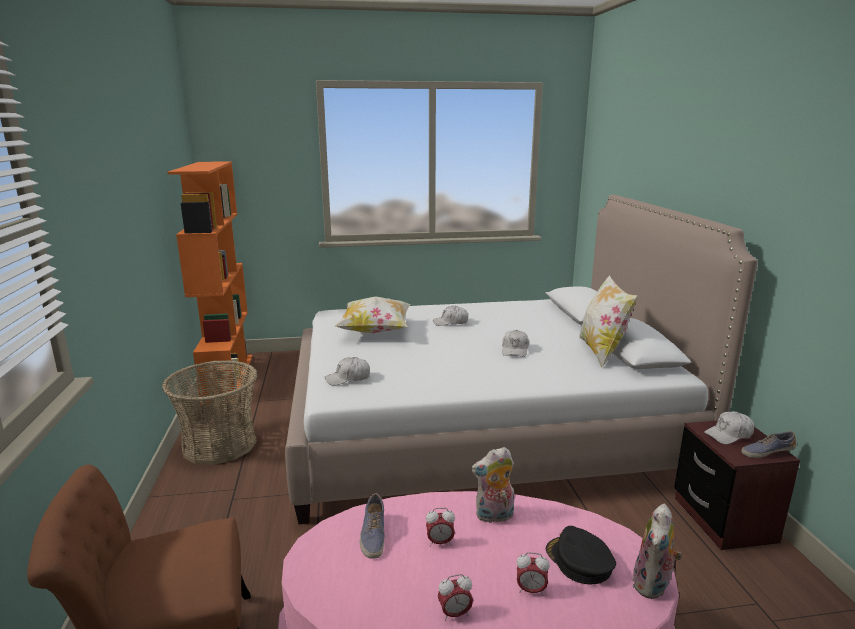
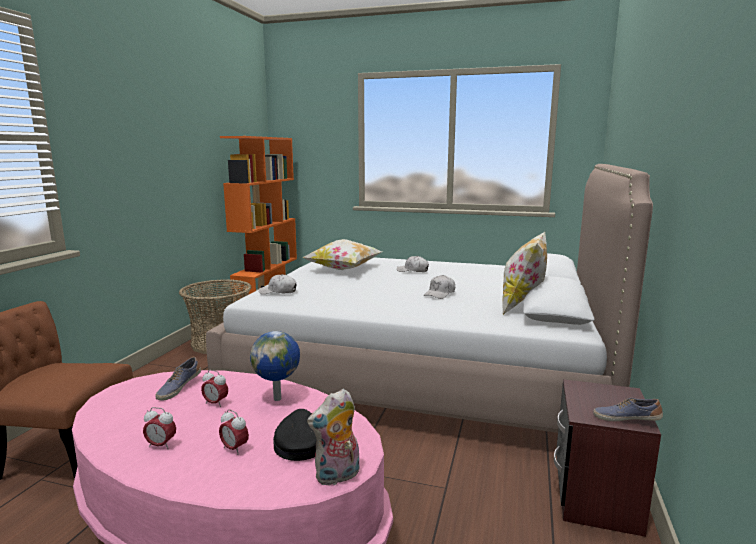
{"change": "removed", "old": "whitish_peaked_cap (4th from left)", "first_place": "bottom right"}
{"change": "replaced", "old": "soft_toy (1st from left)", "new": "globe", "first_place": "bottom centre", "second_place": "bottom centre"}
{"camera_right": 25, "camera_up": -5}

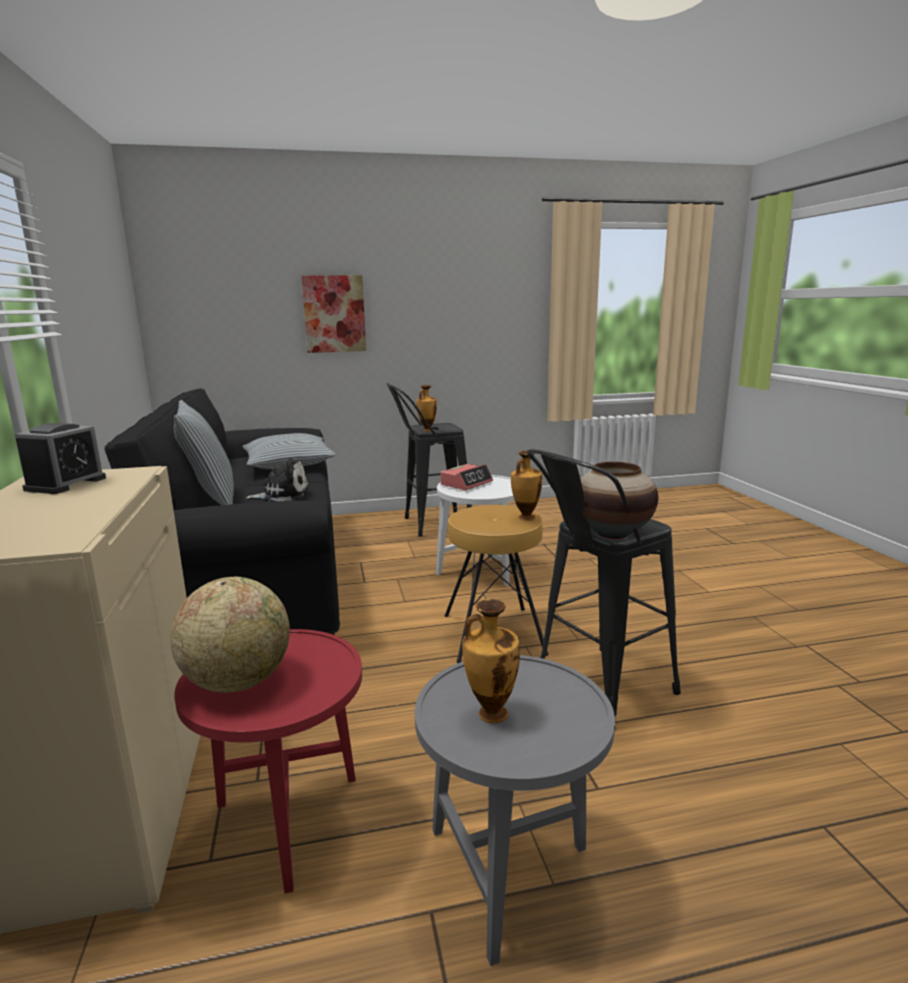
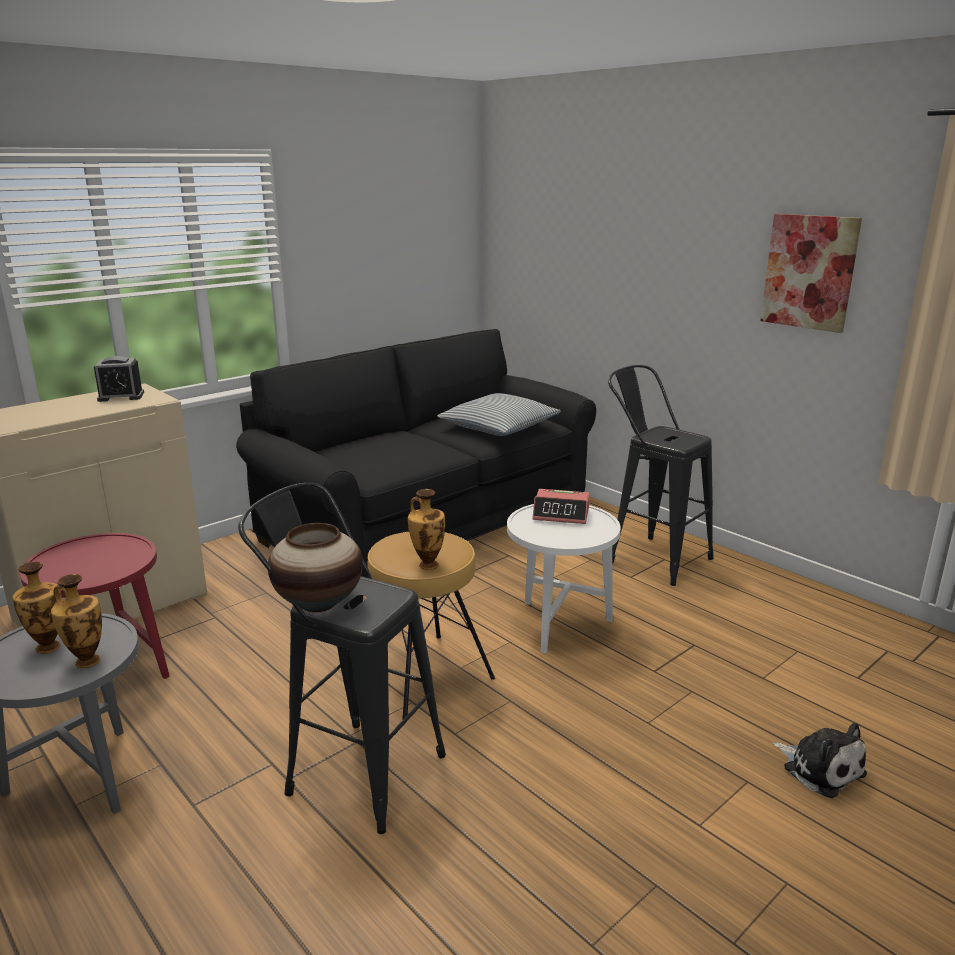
{"change": "moved", "old": "picture", "first_place": "top centre", "second_place": "top right"}
{"change": "moved", "old": "decorative_vase (1st from left in the first image)", "new": "decorative_vase (2nd from left)", "first_place": "centre", "second_place": "middle left"}
{"change": "removed", "old": "cushion (1st from left)", "first_place": "middle left"}
{"change": "moved", "old": "soft_toy", "first_place": "middle left", "second_place": "bottom right"}
{"change": "removed", "old": "globe", "first_place": "middle left"}
{"camera_right": 60, "camera_up": 5}

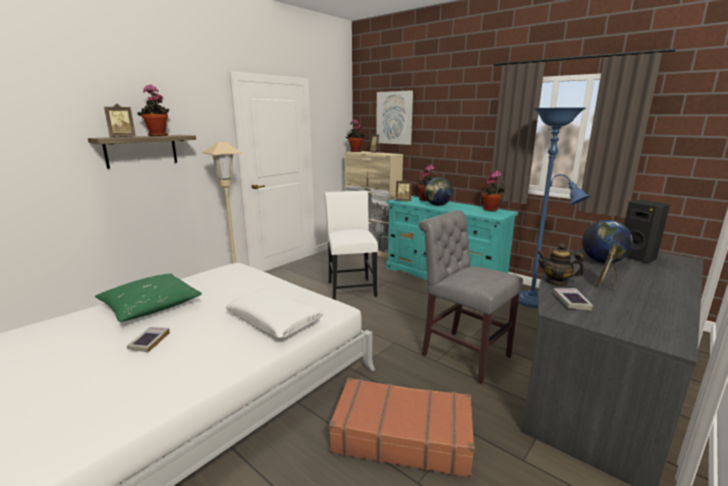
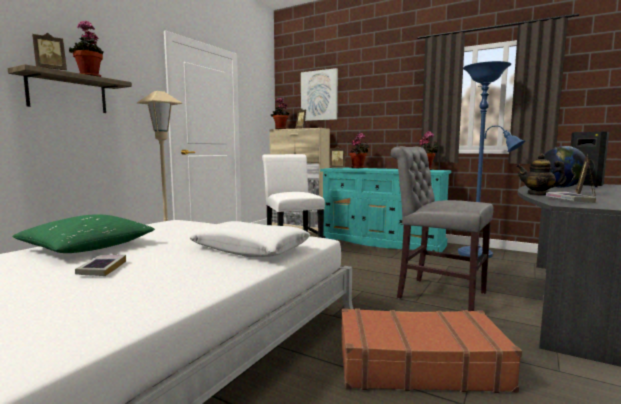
{"change": "removed", "old": "globe (1st from left)", "first_place": "centre"}
{"camera_right": -10, "camera_up": -10}

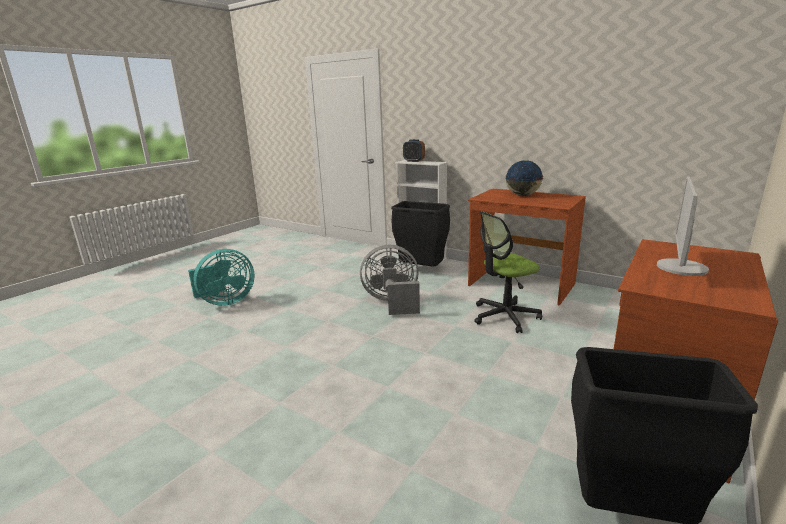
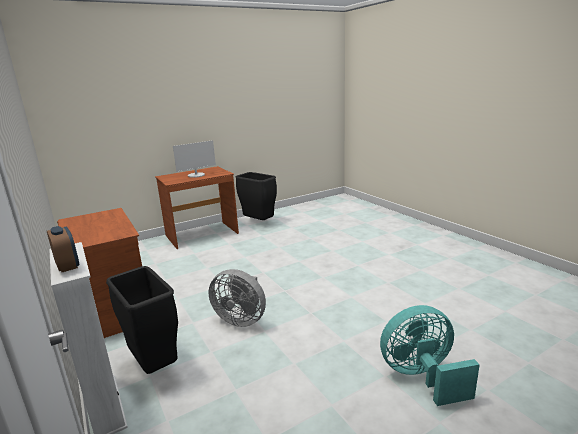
{"change": "removed", "old": "globe", "first_place": "middle right"}
{"change": "removed", "old": "computer_chair", "first_place": "centre"}
{"camera_right": -155, "camera_up": 0}

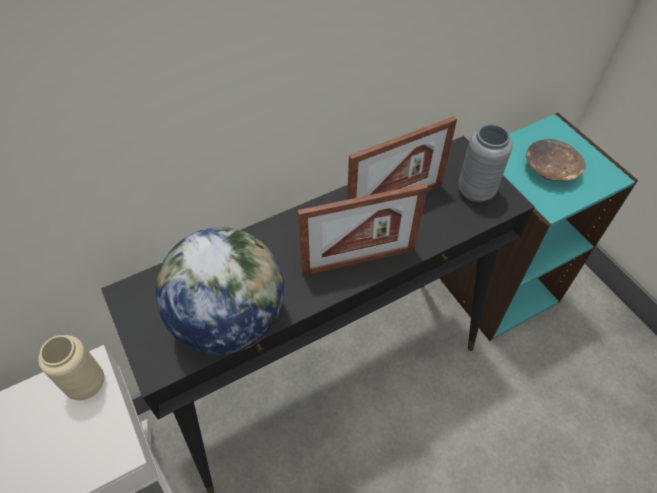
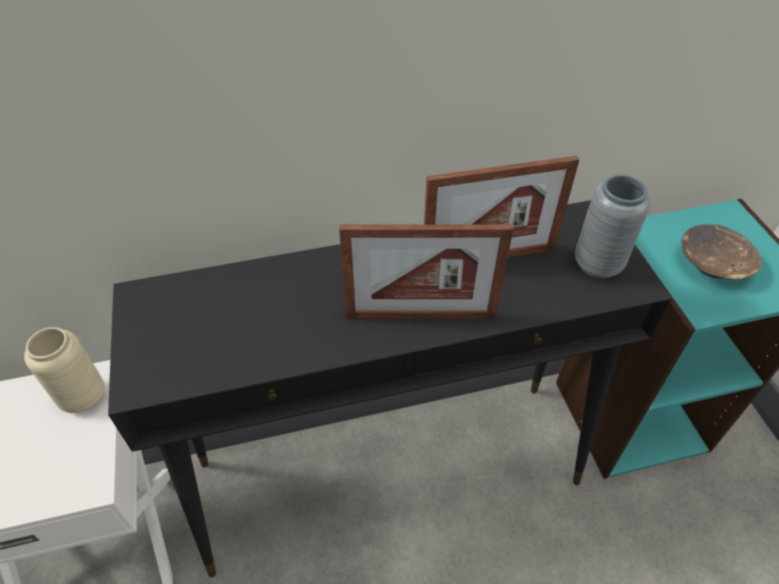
{"change": "removed", "old": "globe", "first_place": "centre"}
{"camera_right": 15, "camera_up": -5}

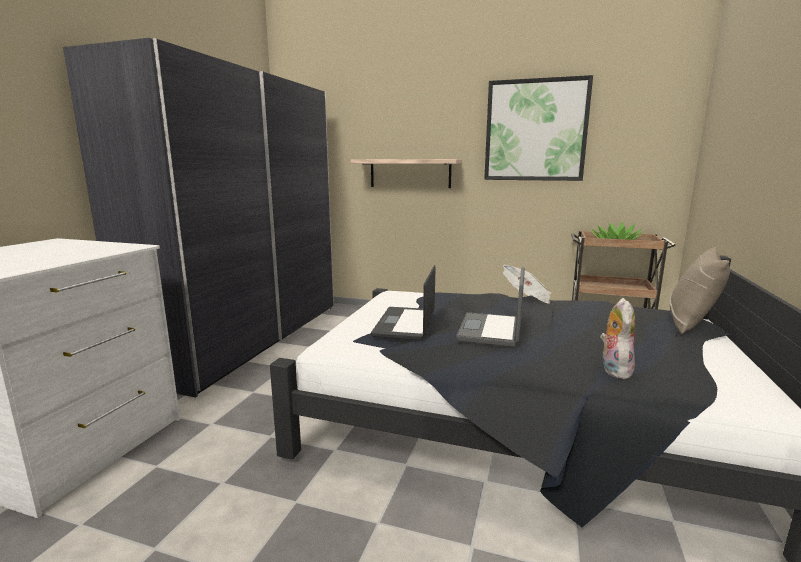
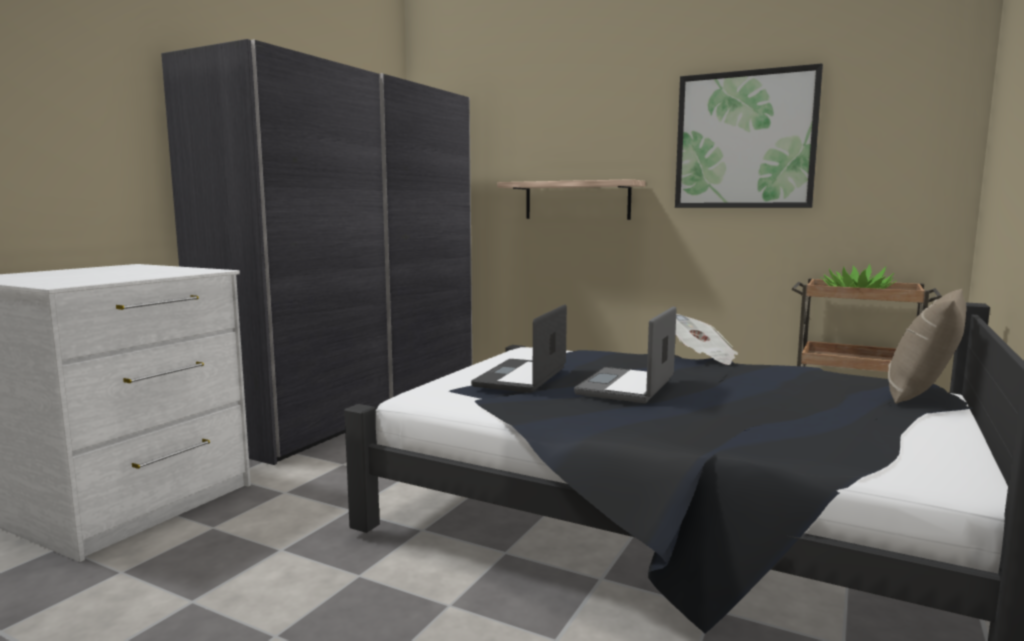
{"change": "removed", "old": "soft_toy", "first_place": "middle right"}
{"camera_right": 10, "camera_up": -5}

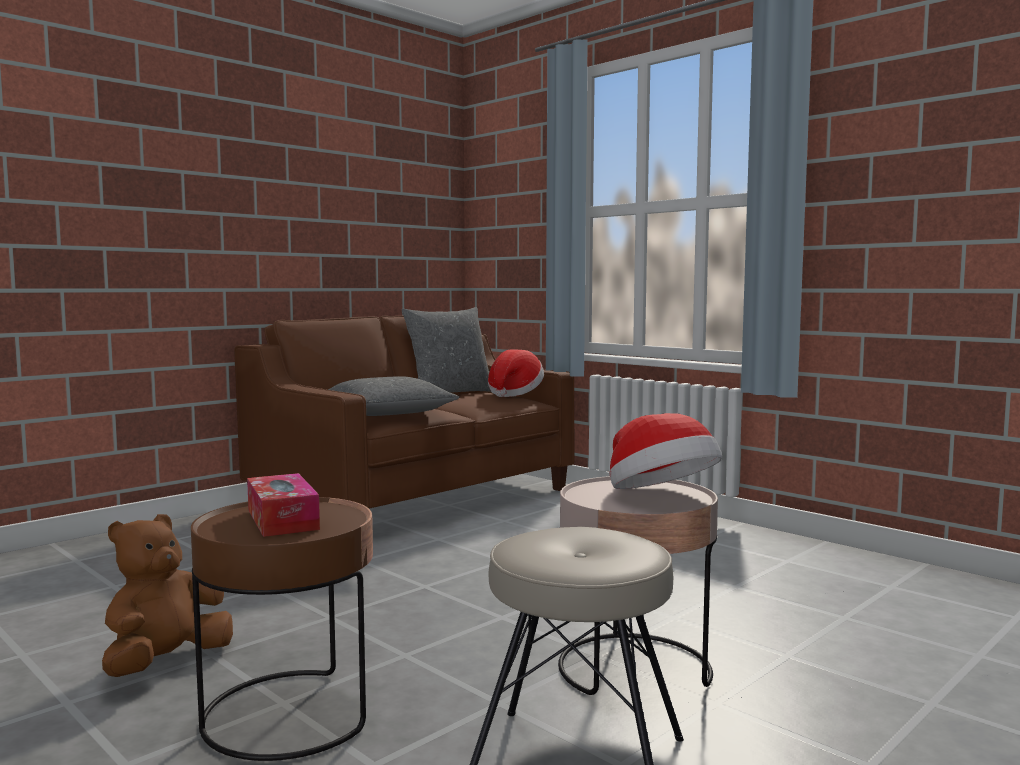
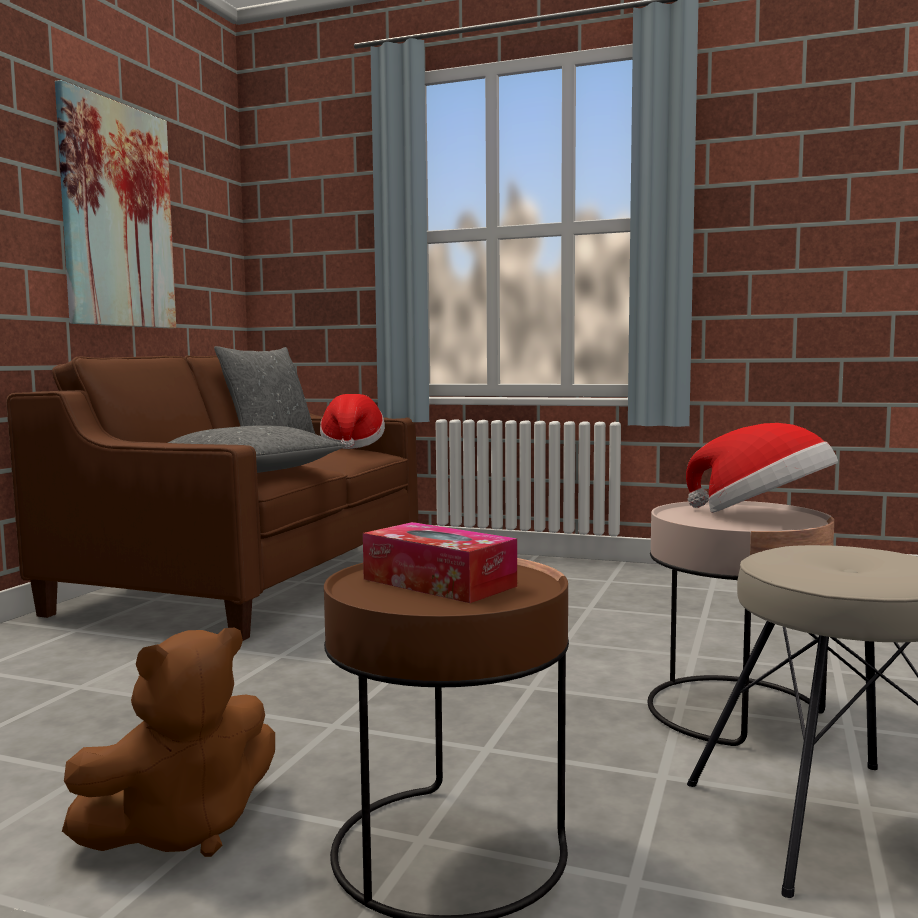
{"change": "turned", "old": "brown-coloured_soft_toy", "first_place": "bottom left", "second_place": "bottom left", "degrees": -135}
{"change": "added", "new": "picture", "second_place": "top left"}
{"camera_right": -25, "camera_up": 0}

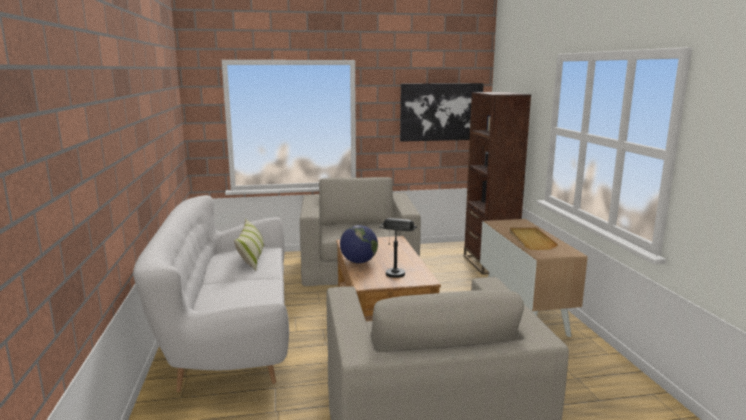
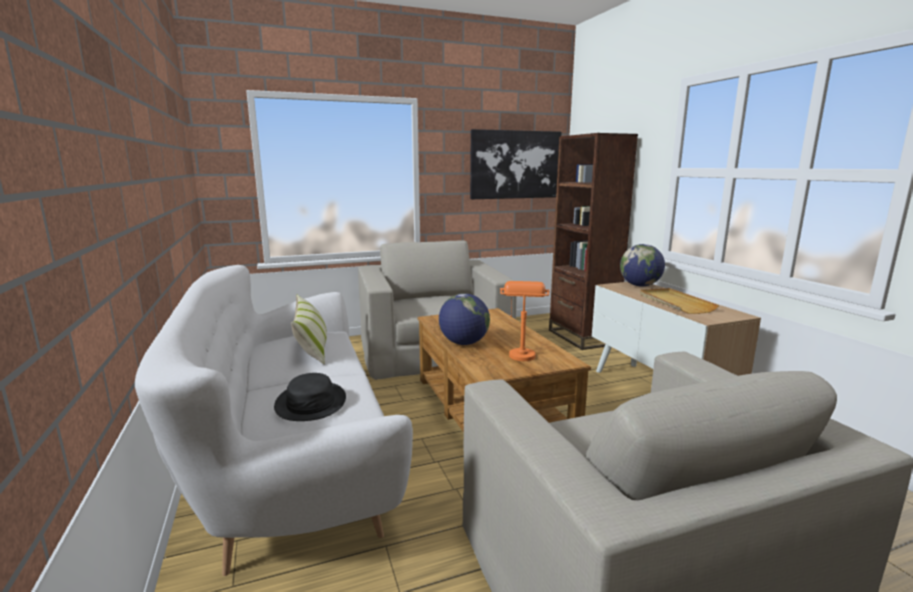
{"change": "recoloured", "old": "blackish_lamp_for_a_table", "new": "orange-coloured_lamp_for_a_table", "first_place": "centre", "second_place": "centre"}
{"change": "added", "new": "globe (2nd from left)", "second_place": "middle right"}
{"change": "added", "new": "blackish_wearable_hat", "second_place": "bottom centre"}
{"camera_right": -10, "camera_up": 0}

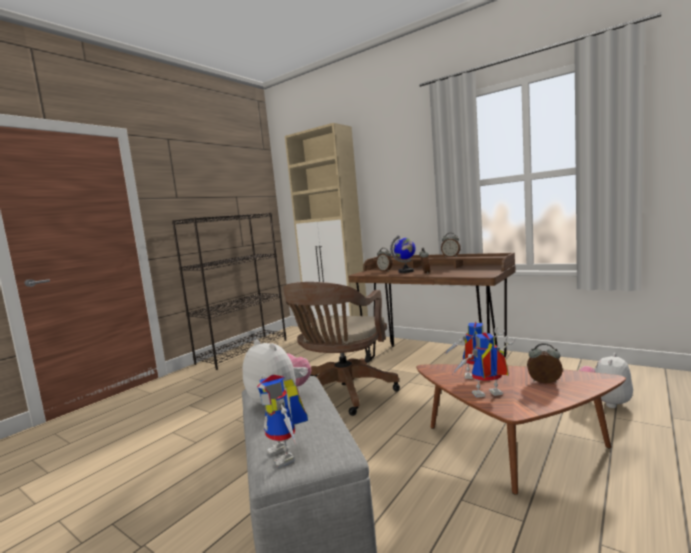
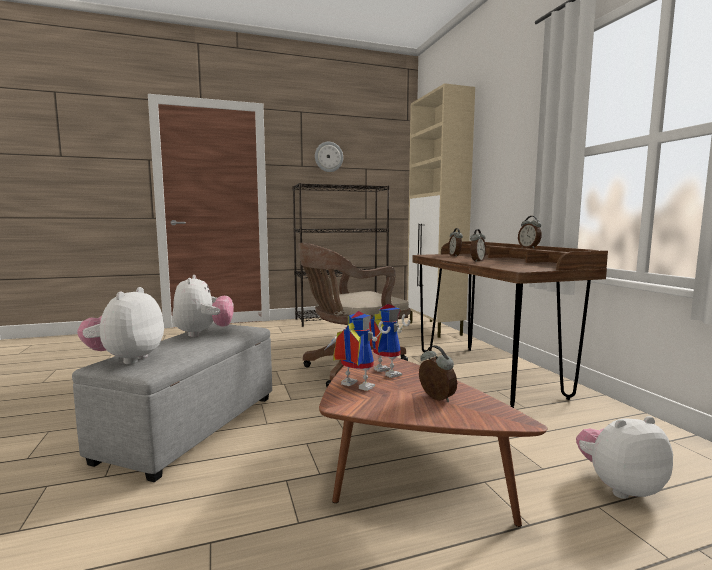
{"change": "removed", "old": "globe", "first_place": "centre"}
{"change": "replaced", "old": "robot_figure (1st from left)", "new": "soft_toy (1st from left)", "first_place": "bottom centre", "second_place": "middle left"}
{"change": "added", "new": "wall_clock", "second_place": "top centre"}
{"camera_right": 35, "camera_up": 0}

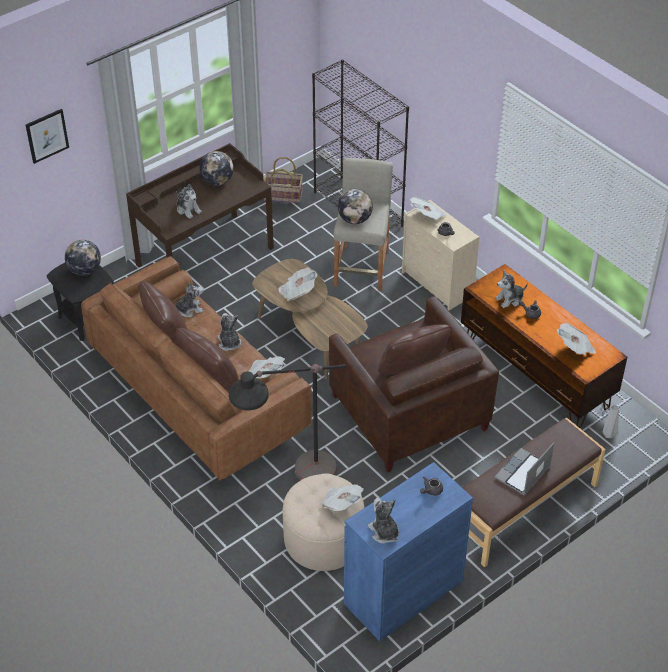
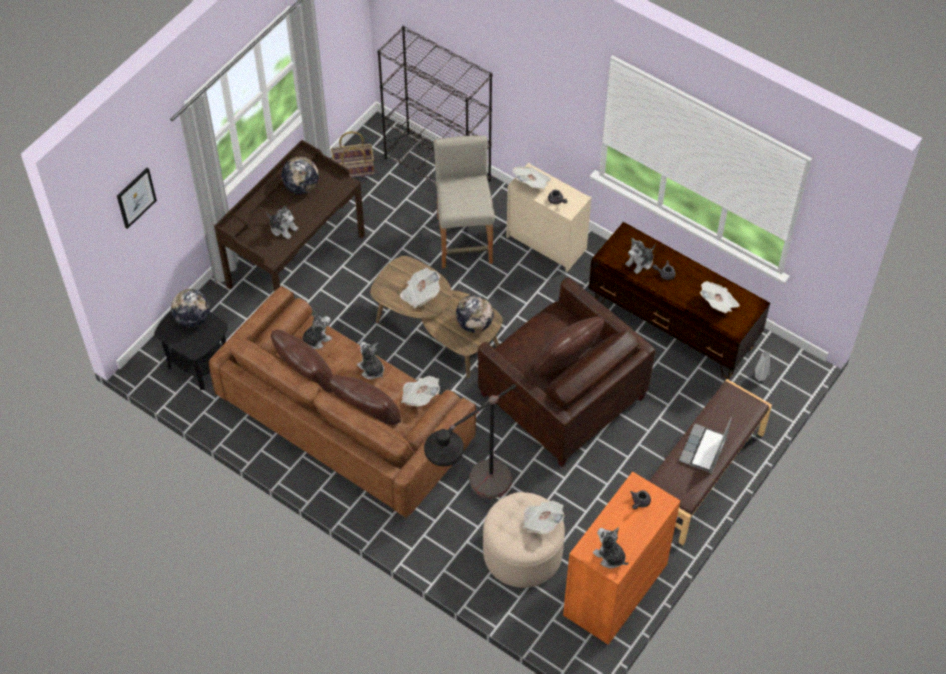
{"change": "moved", "old": "globe (3rd from left)", "first_place": "top centre", "second_place": "centre"}
{"change": "recoloured", "old": "blue_cupboard", "new": "orange-coloured_cupboard", "first_place": "bottom centre", "second_place": "bottom centre"}
{"camera_right": -15, "camera_up": 10}

